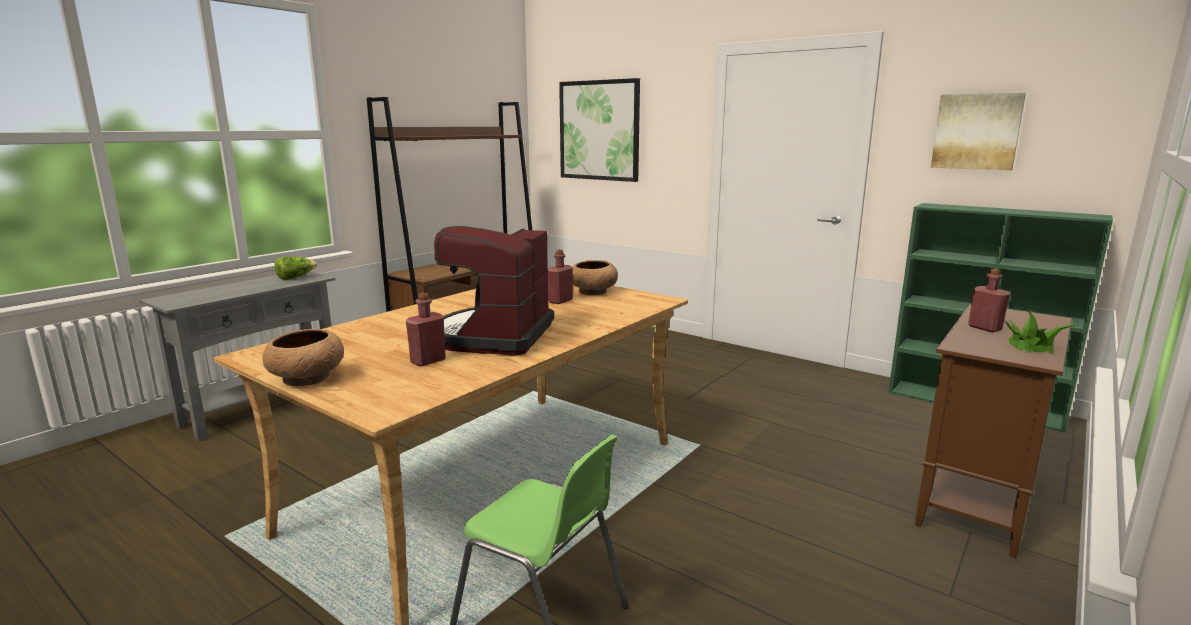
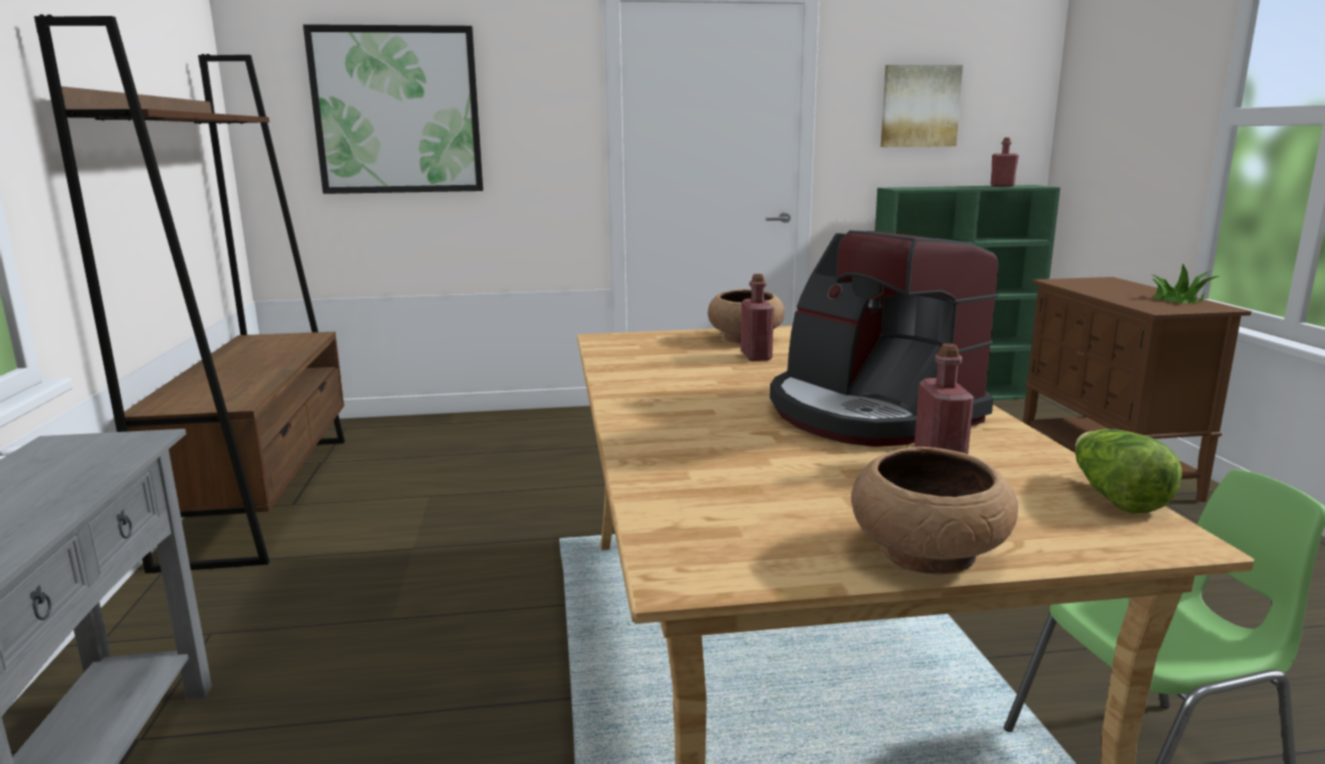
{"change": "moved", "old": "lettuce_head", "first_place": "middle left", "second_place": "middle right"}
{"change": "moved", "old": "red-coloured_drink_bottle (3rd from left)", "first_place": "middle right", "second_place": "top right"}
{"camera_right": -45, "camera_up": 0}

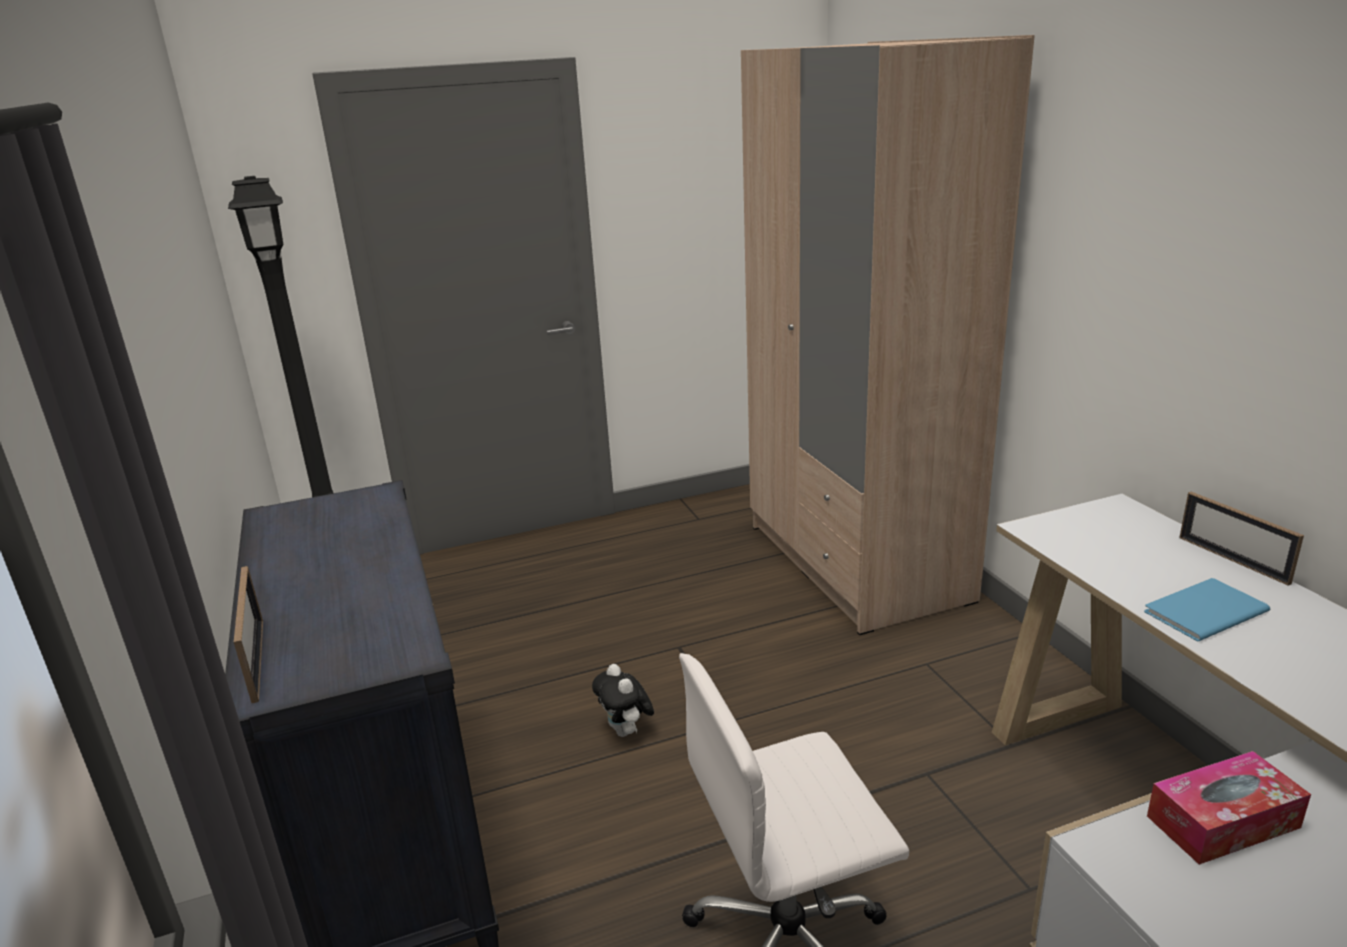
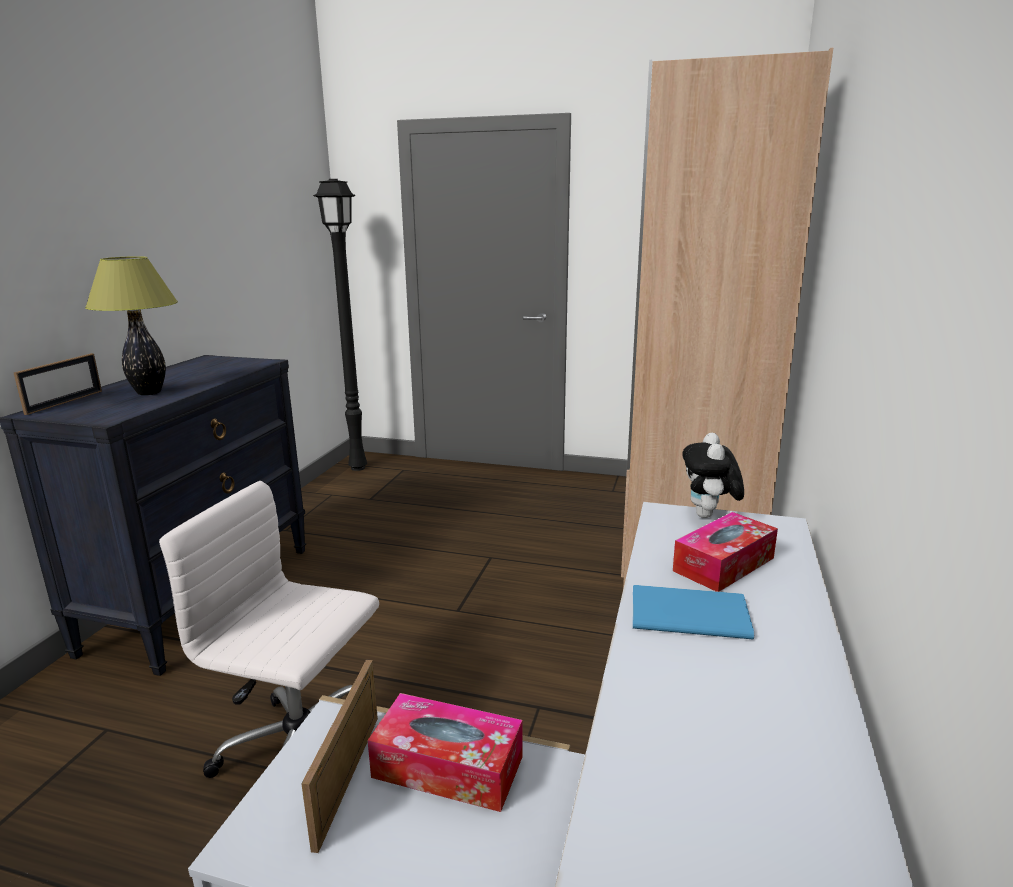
{"change": "moved", "old": "standing_frame (2nd from left)", "first_place": "middle right", "second_place": "bottom centre"}
{"change": "moved", "old": "soft_toy", "first_place": "bottom centre", "second_place": "middle right"}
{"change": "added", "new": "lamp_for_a_table", "second_place": "middle left"}
{"change": "added", "new": "box_of_tissues (2nd from left)", "second_place": "middle right"}
{"camera_right": 35, "camera_up": -5}

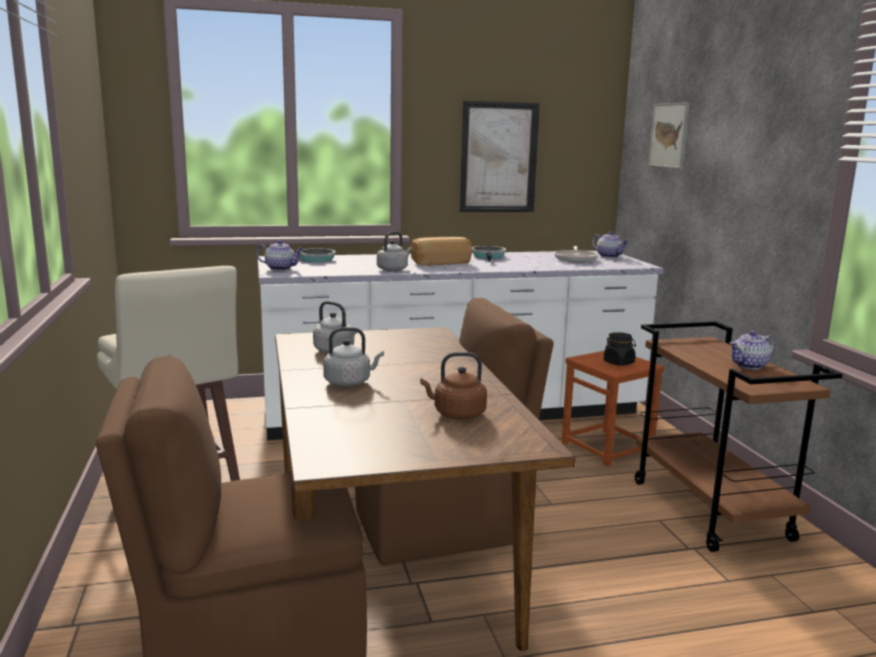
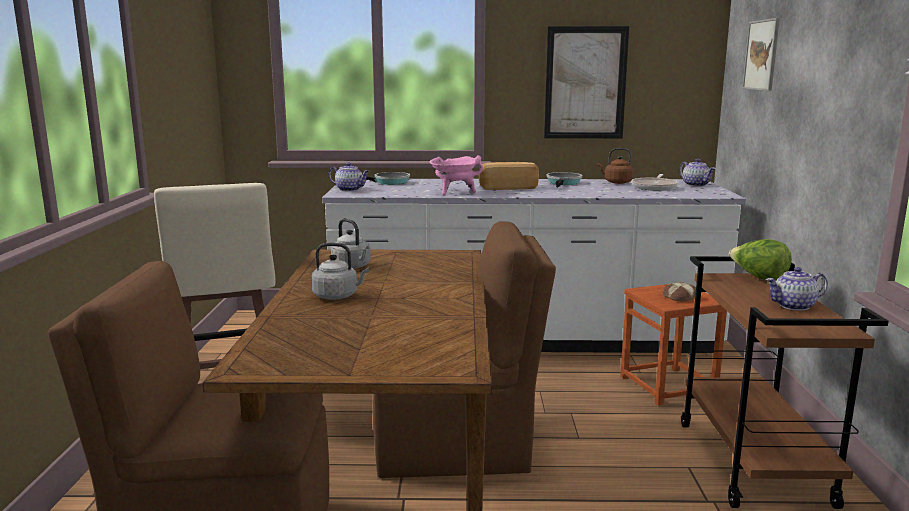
{"change": "replaced", "old": "greyish_tea_kettle (3rd from left)", "new": "pinkish_cooking_pot", "first_place": "centre", "second_place": "centre"}
{"change": "replaced", "old": "blackish_jar", "new": "bread (2nd from left)", "first_place": "middle right", "second_place": "middle right"}
{"change": "moved", "old": "brown-coloured_tea_kettle", "first_place": "centre", "second_place": "top right"}
{"change": "added", "new": "lettuce_head", "second_place": "middle right"}
{"camera_right": 15, "camera_up": 0}

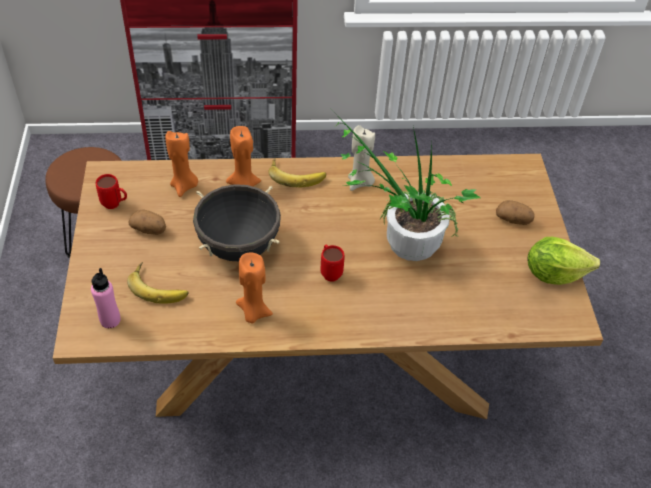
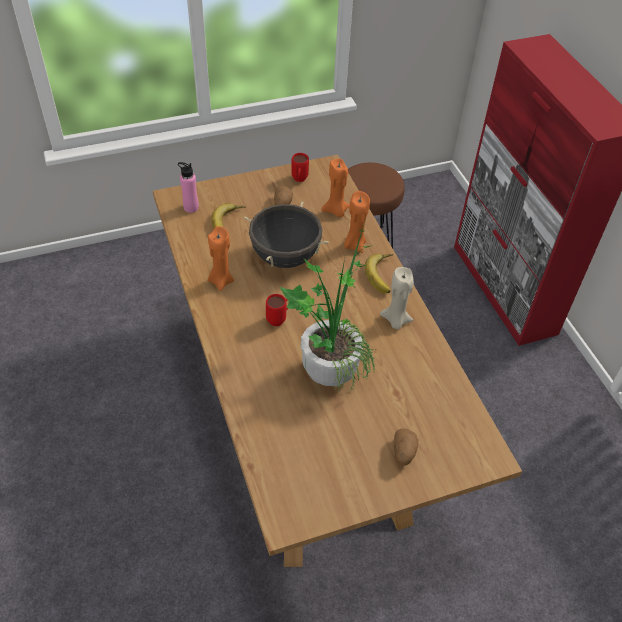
{"change": "removed", "old": "lettuce_head", "first_place": "middle right"}
{"camera_right": 75, "camera_up": 0}

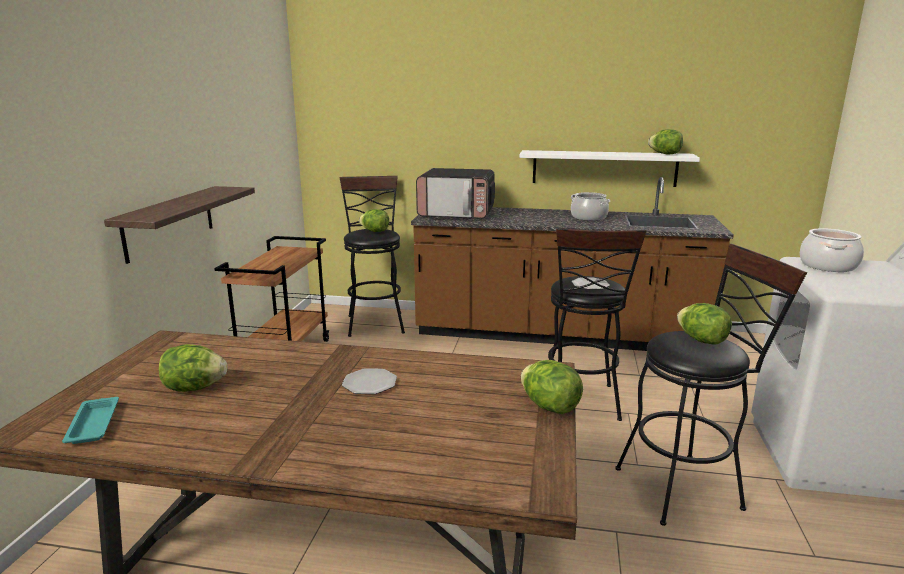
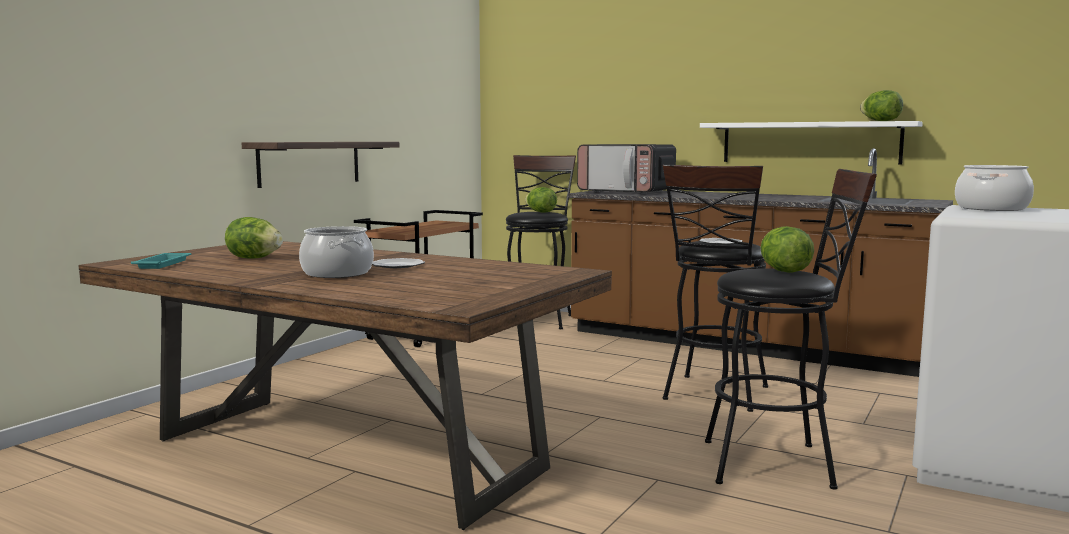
{"change": "moved", "old": "cooking_pot (1st from left)", "first_place": "centre", "second_place": "middle left"}
{"change": "removed", "old": "lettuce_head (3rd from left)", "first_place": "bottom centre"}
{"camera_right": 20, "camera_up": -10}

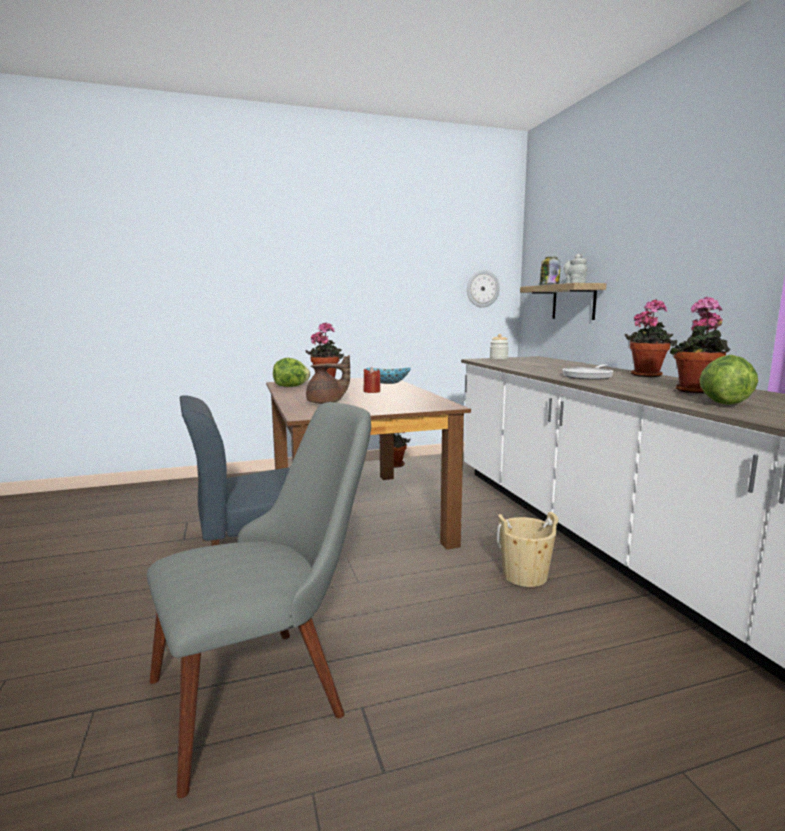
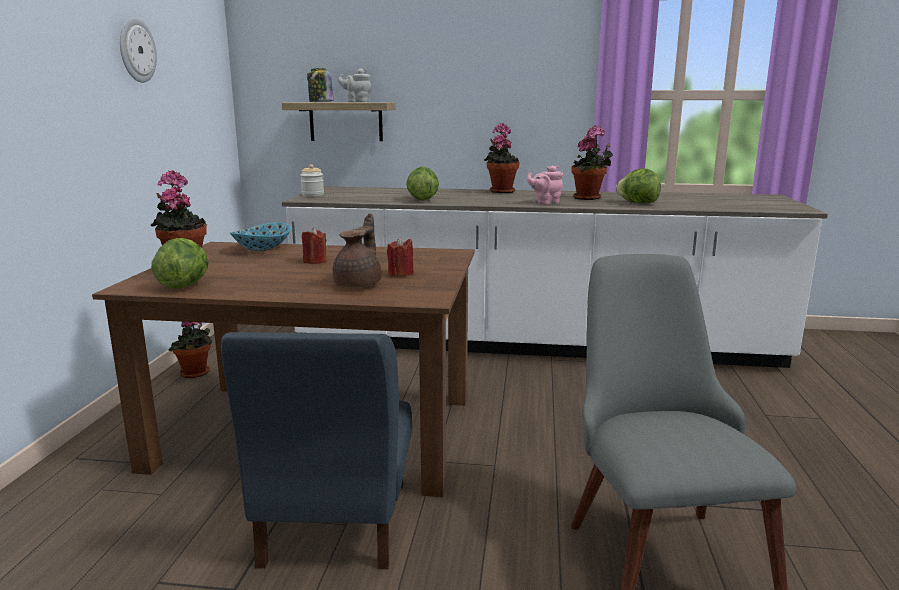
{"change": "moved", "old": "wall_clock", "first_place": "centre", "second_place": "top left"}
{"change": "removed", "old": "frying_pan", "first_place": "middle right"}
{"change": "removed", "old": "beige_pail", "first_place": "middle right"}
{"change": "added", "new": "pinkish_teapot", "second_place": "top centre"}
{"change": "added", "new": "lettuce_head (2nd from left)", "second_place": "top centre"}
{"change": "added", "new": "red-coloured_wax_light (2nd from left)", "second_place": "centre"}
{"camera_right": -65, "camera_up": 5}

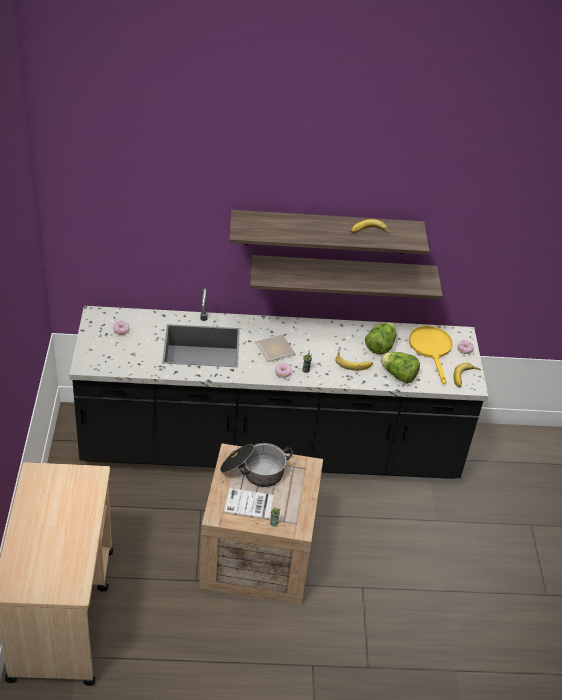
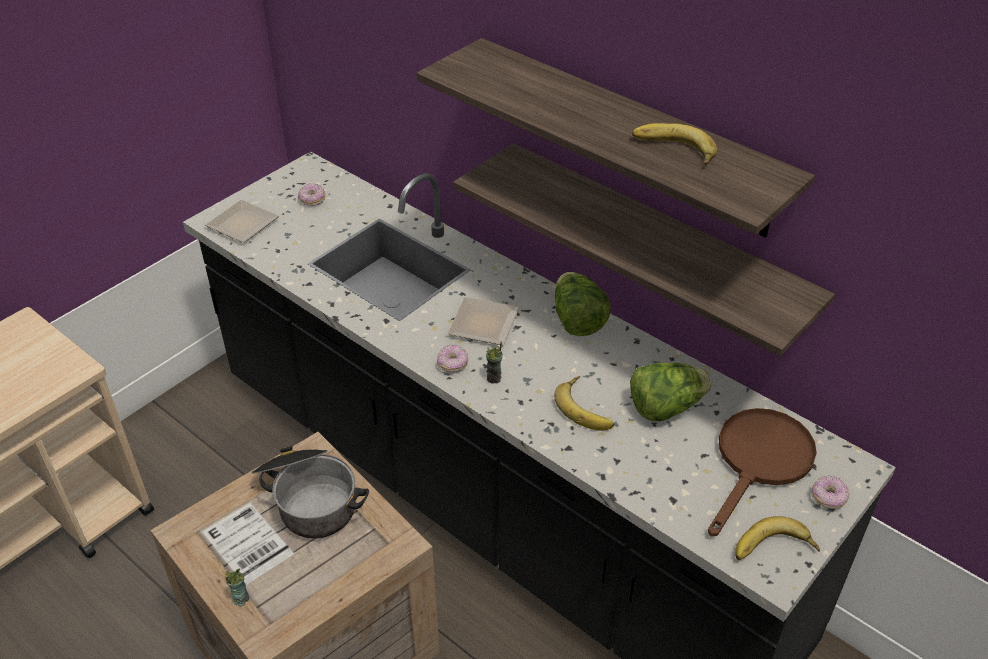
{"change": "recoloured", "old": "yellow-coloured_frying_pan", "new": "brown-coloured_frying_pan", "first_place": "middle right", "second_place": "bottom right"}
{"change": "moved", "old": "lettuce_head (2nd from left in the first image)", "new": "lettuce_head (1st from left)", "first_place": "middle right", "second_place": "centre"}
{"change": "added", "new": "flat_dish (1st from left)", "second_place": "middle left"}
{"camera_right": 45, "camera_up": 0}

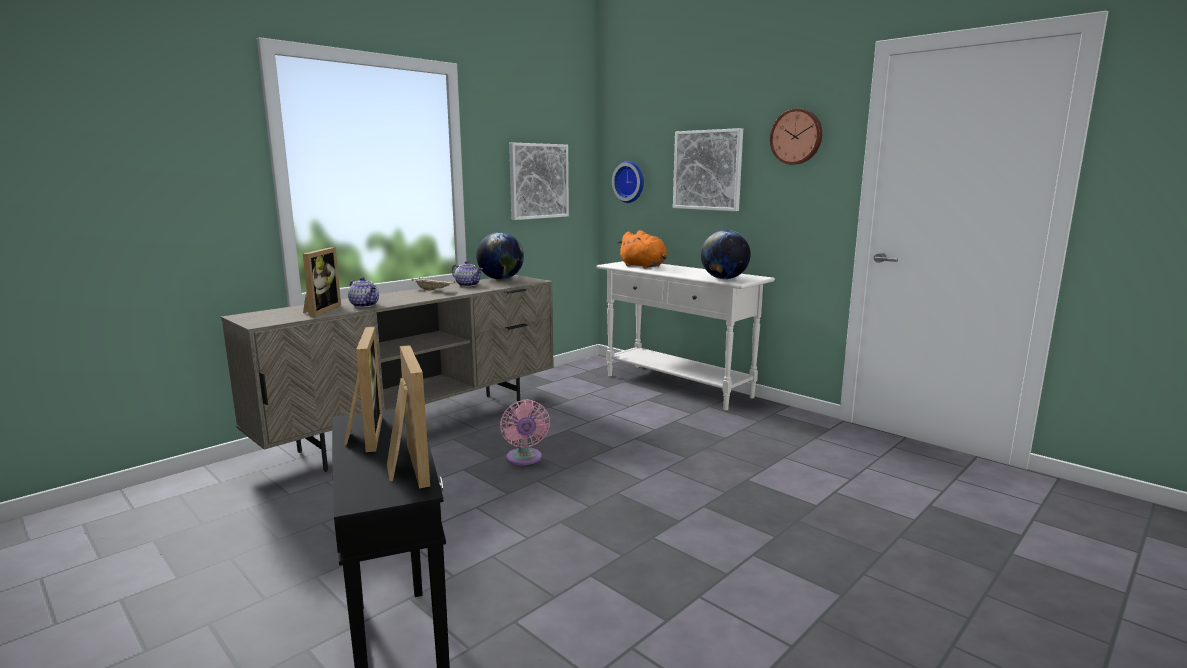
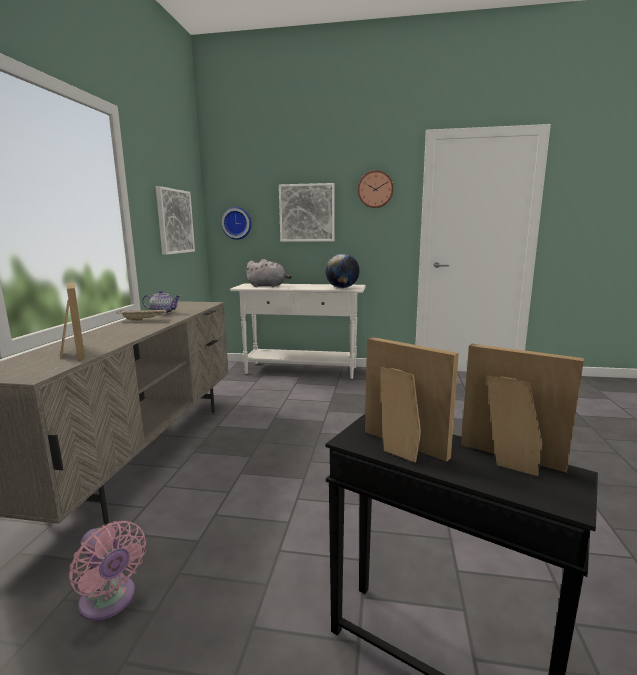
{"change": "recoloured", "old": "orange-coloured_soft_toy", "new": "greyish_soft_toy", "first_place": "centre", "second_place": "centre"}
{"change": "removed", "old": "globe (1st from left)", "first_place": "centre"}
{"change": "removed", "old": "teapot (1st from left)", "first_place": "middle left"}
{"change": "moved", "old": "pinkish_cooling_fan", "first_place": "centre", "second_place": "bottom left"}
{"camera_right": -35, "camera_up": 0}

